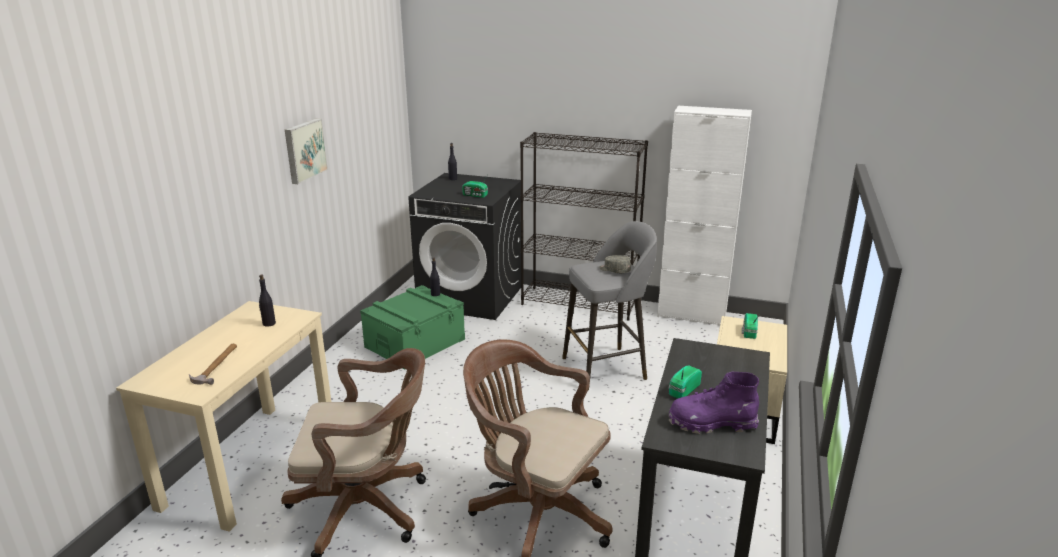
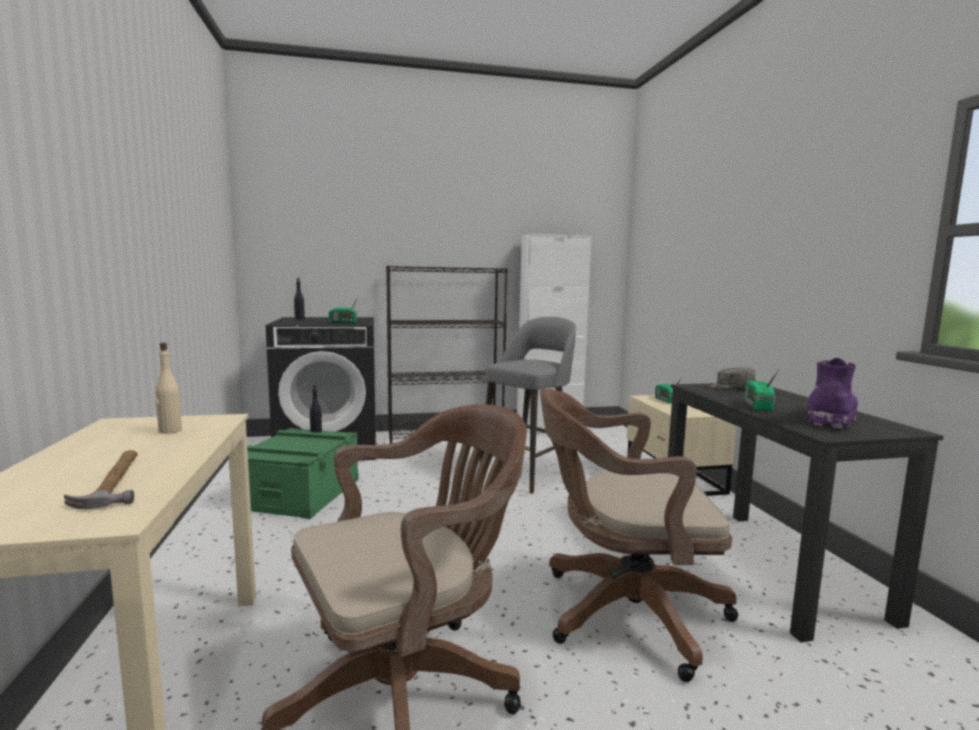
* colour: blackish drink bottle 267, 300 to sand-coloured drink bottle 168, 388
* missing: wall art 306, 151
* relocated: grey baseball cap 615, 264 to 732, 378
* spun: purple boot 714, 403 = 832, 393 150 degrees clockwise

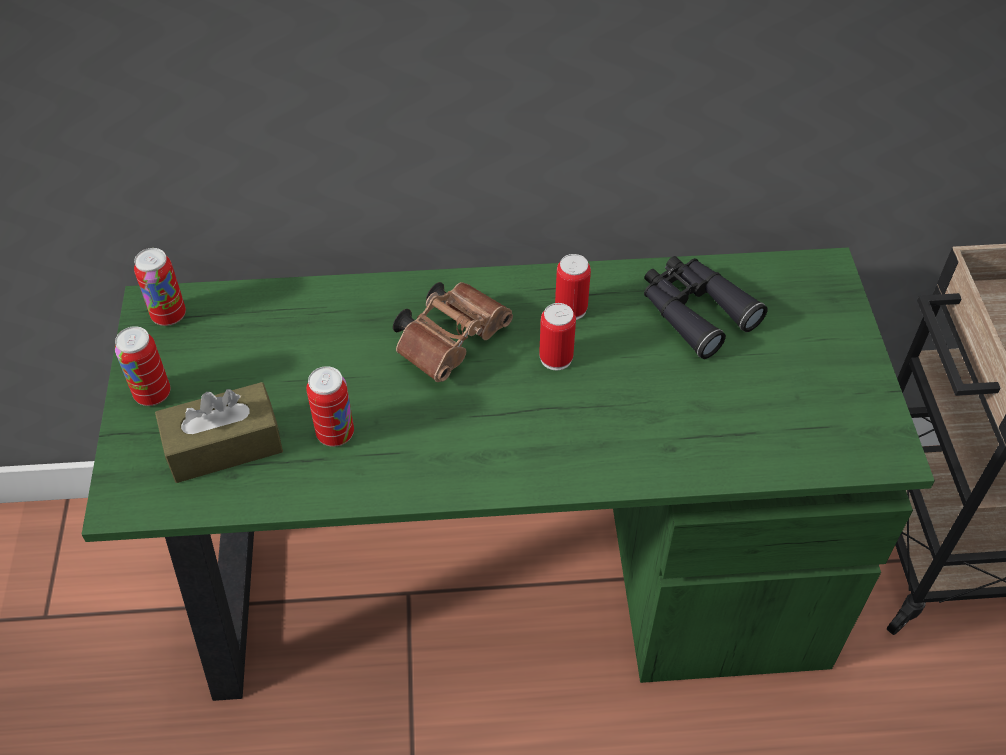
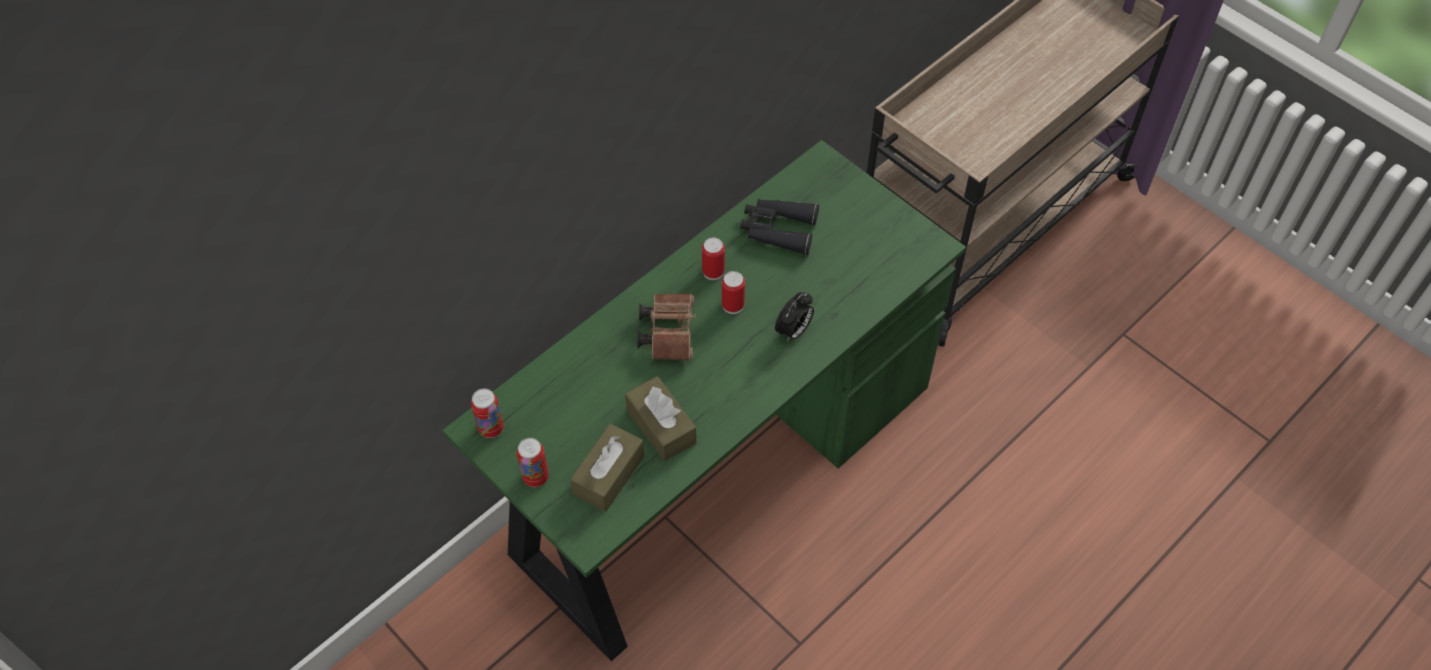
* exchanged: can 330, 406 to brown tissue holder 661, 418
* appeared: bedside clock 794, 317

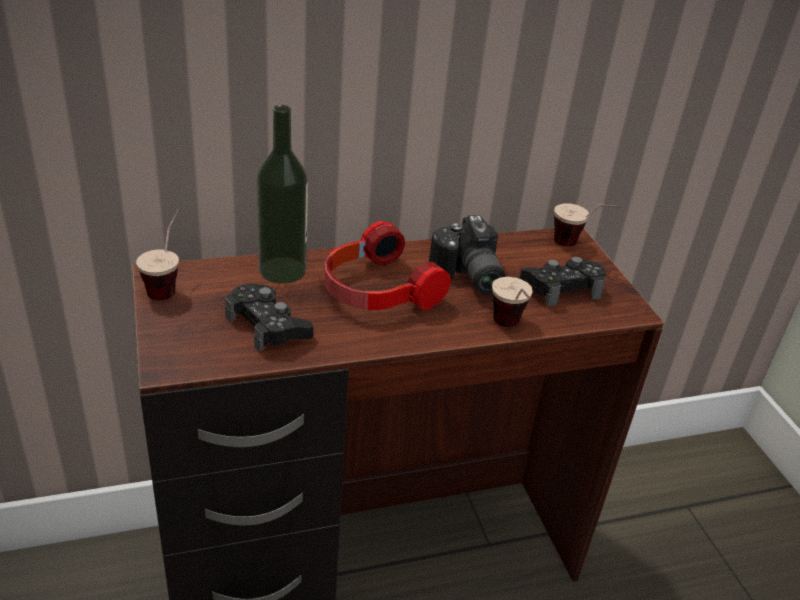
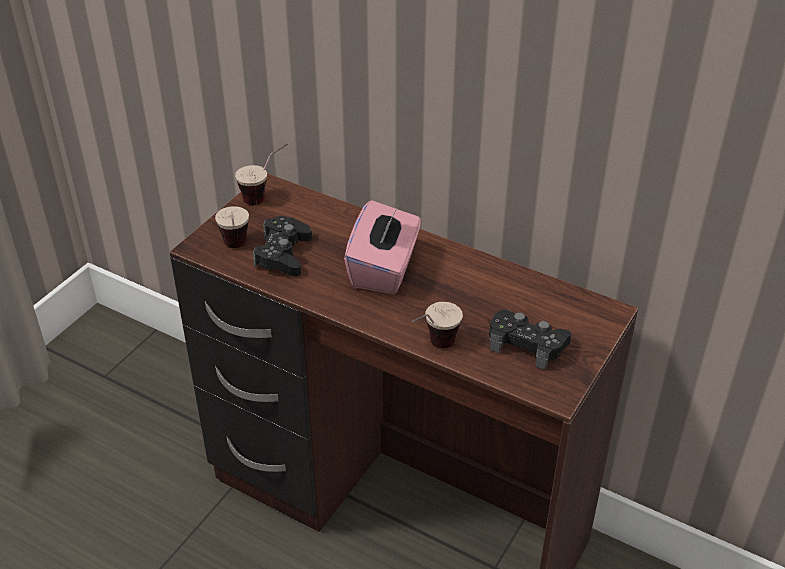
* missing: drink bottle 282, 194
* exchanged: headphones 387, 265 to pinkish tissue holder 382, 247
* missing: photo camera 467, 255
* relocated: small cup 588, 225 to 232, 227

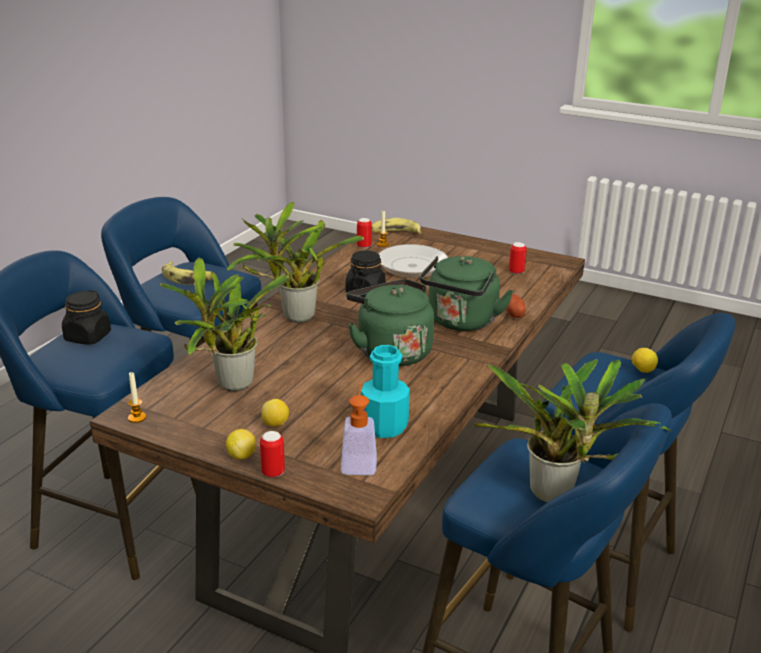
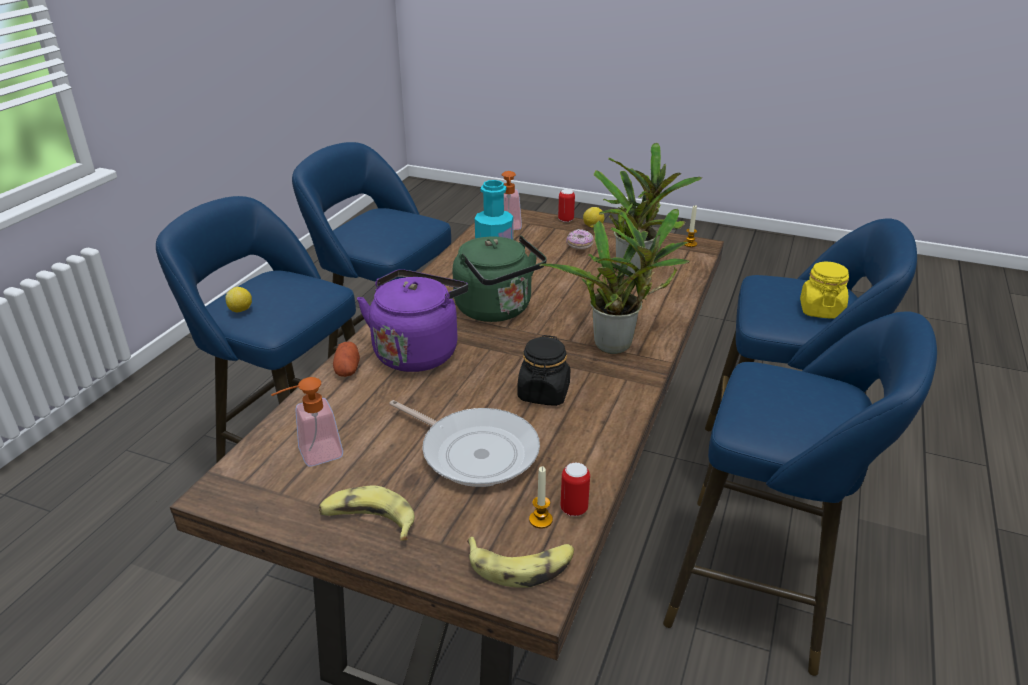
* colour: blackish storage jar 86, 317 to yellow-coloured storage jar 824, 290
* relocated: banana fruit 187, 273 to 367, 513
* exchanged: citrus fruit 275, 413 to doughnut 580, 239
* colour: greenish kettle 466, 293 to purple kettle 412, 320
* missing: potted plant 572, 431
* exchanged: can 518, 258 to liquid soap bottle 307, 422

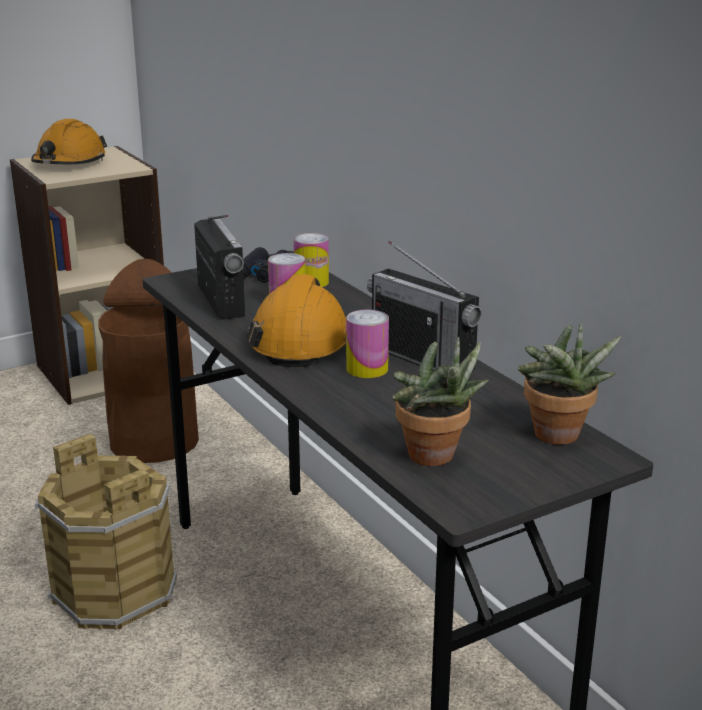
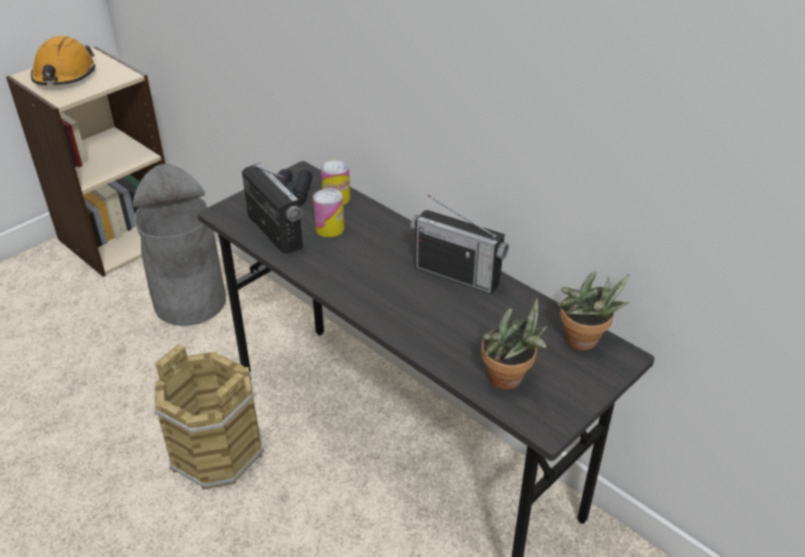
* colour: brown trash can 148, 361 to grey trash can 179, 245
* missing: orangey safety helmet 297, 320
* missing: can 367, 344

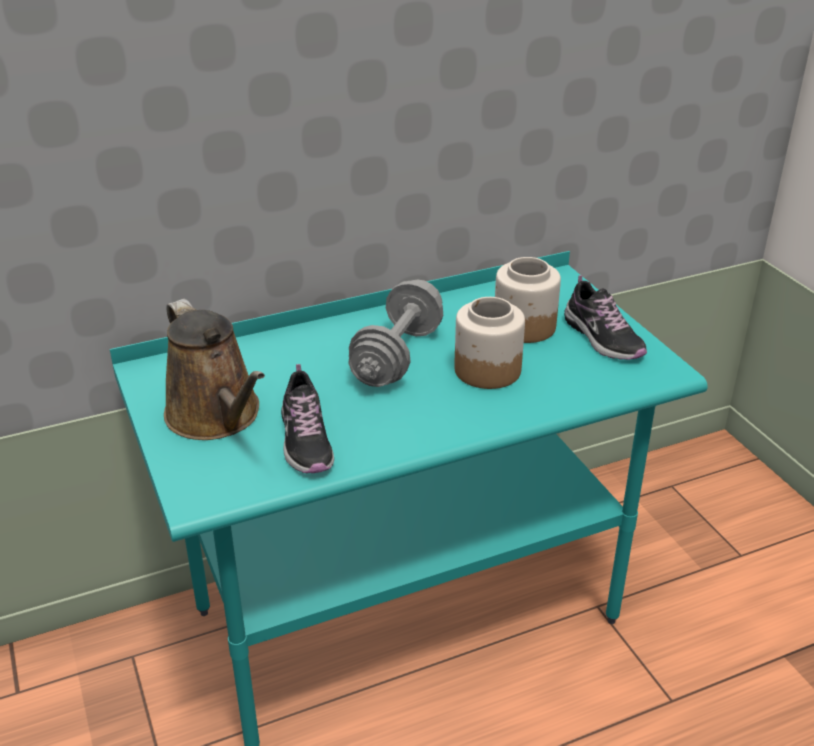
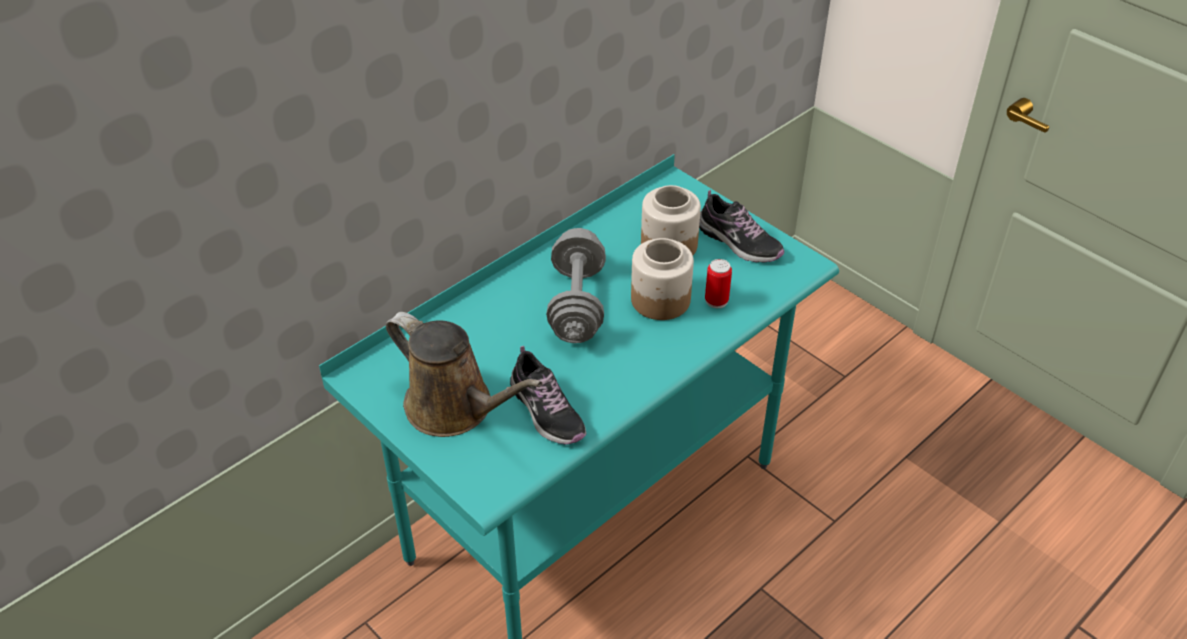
* appeared: can 718, 283

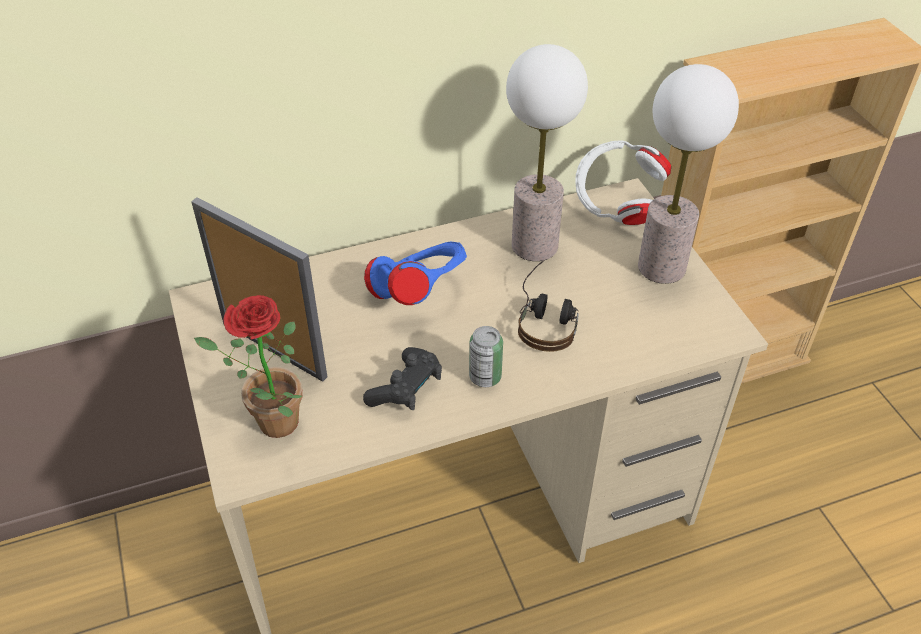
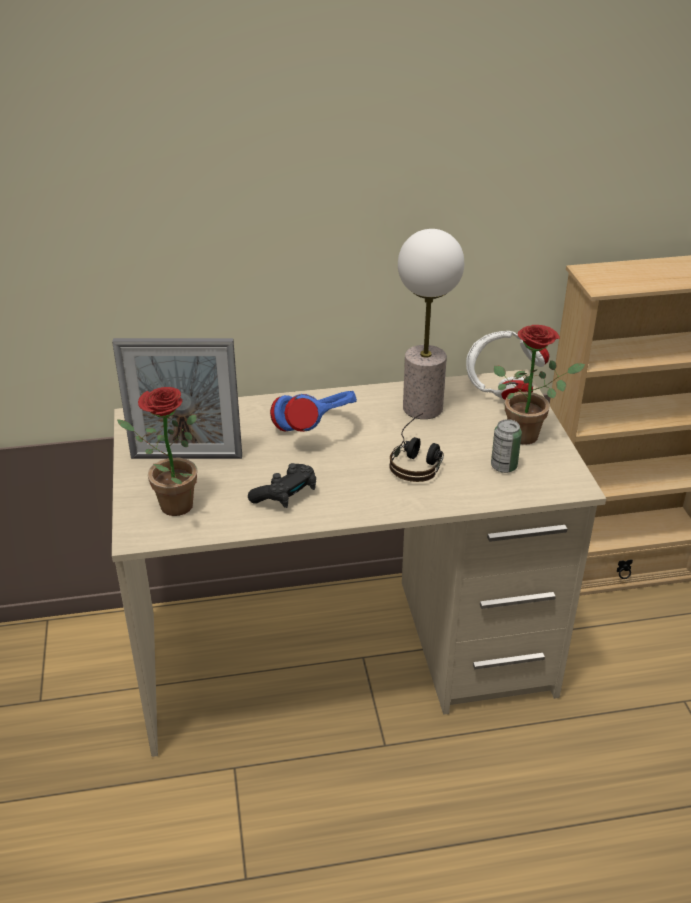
* spun: picture frame 259, 289 = 177, 398 135 degrees clockwise
* relocated: can 486, 356 to 506, 446
* exchanged: lamp for a table 688, 174 to potted plant 539, 385

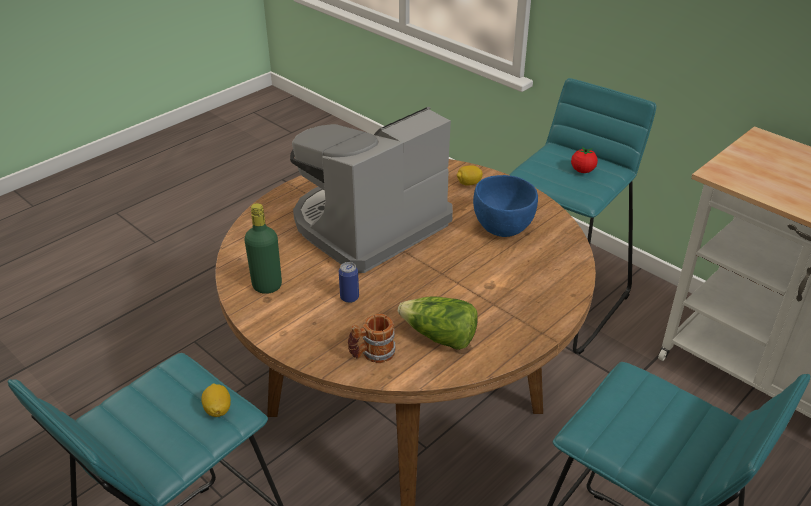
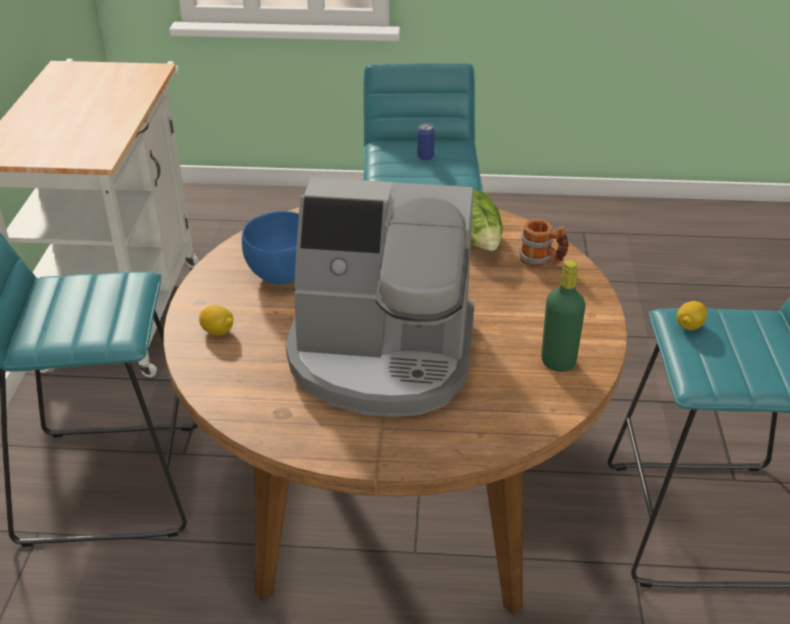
* relocated: can 349, 282 to 425, 142
* missing: fresh tomato 584, 159

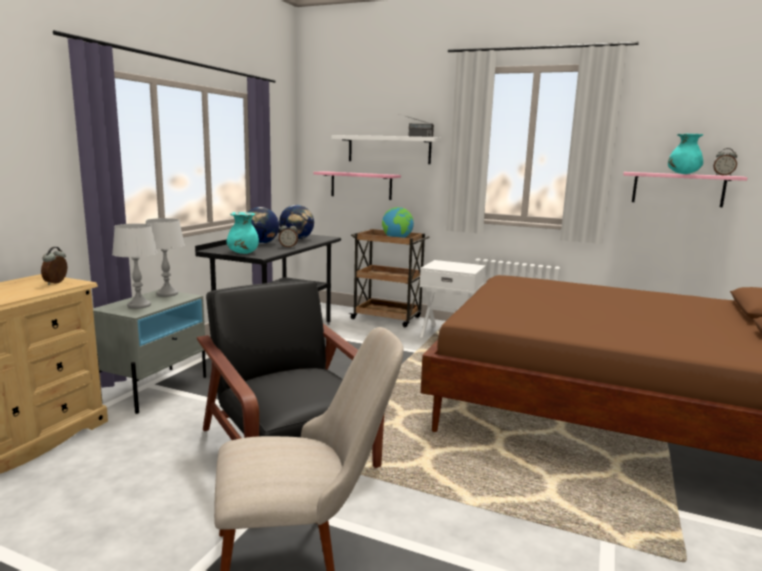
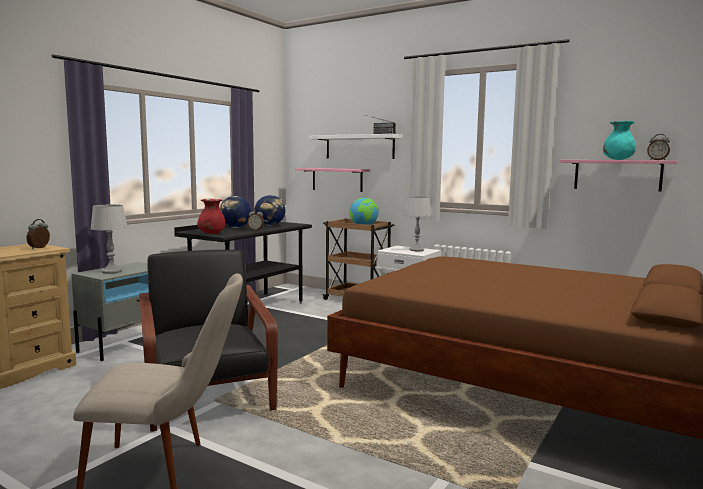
* relocated: grey lamp for a table 165, 257 to 418, 223
* colour: turquoise decorative vase 242, 233 to reddish decorative vase 211, 216

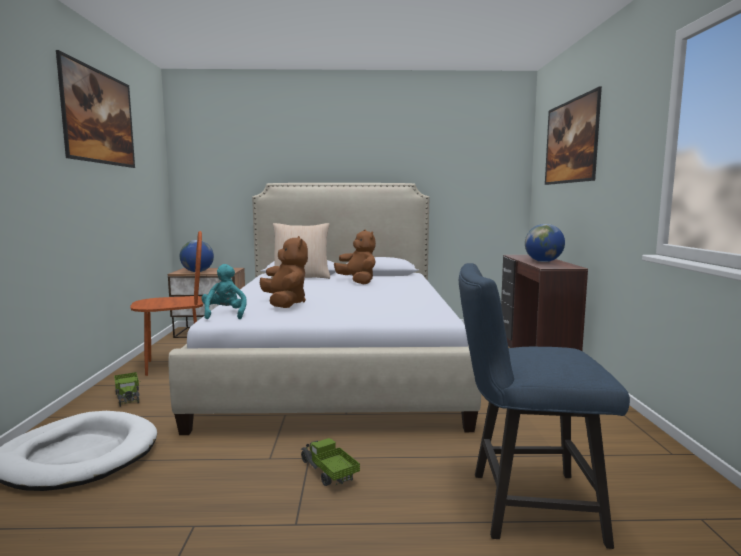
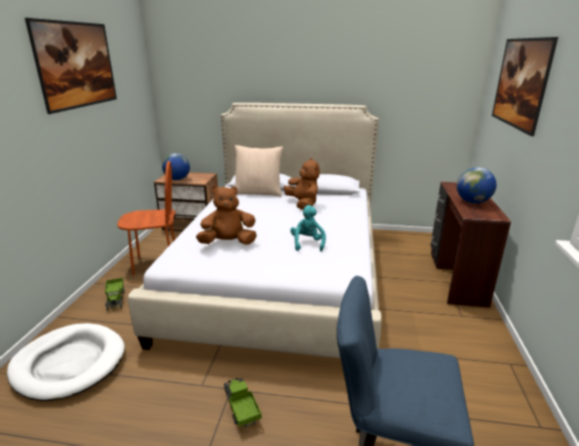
* relocated: turquoise soft toy 224, 291 to 308, 228
* spun: brown soft toy 284, 272 = 226, 215 90 degrees counterclockwise

